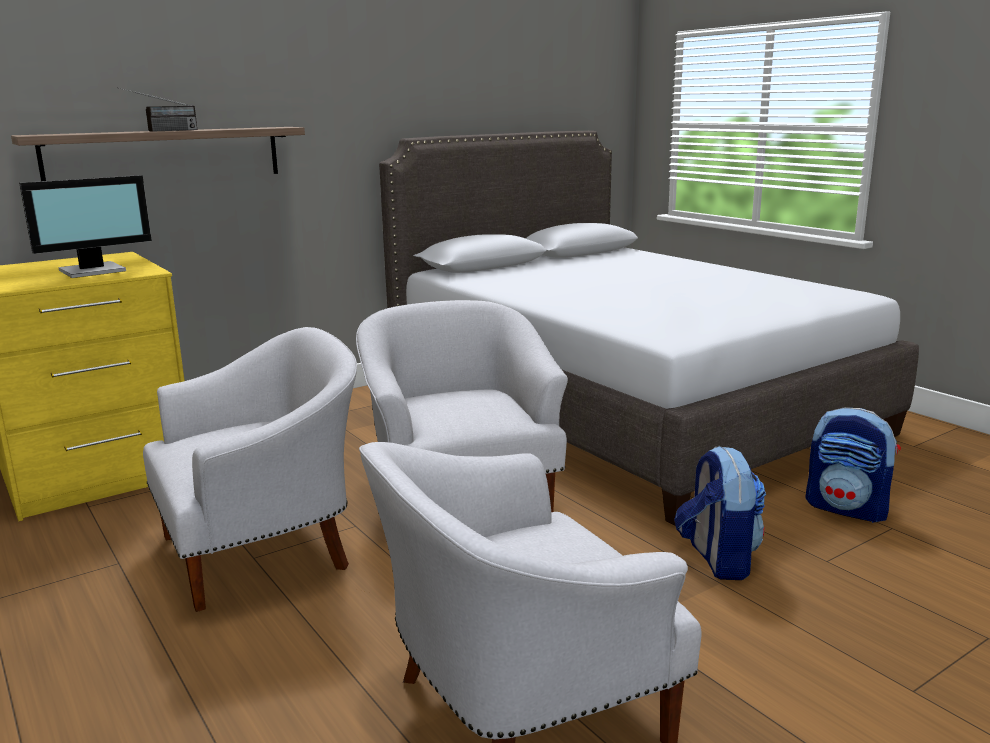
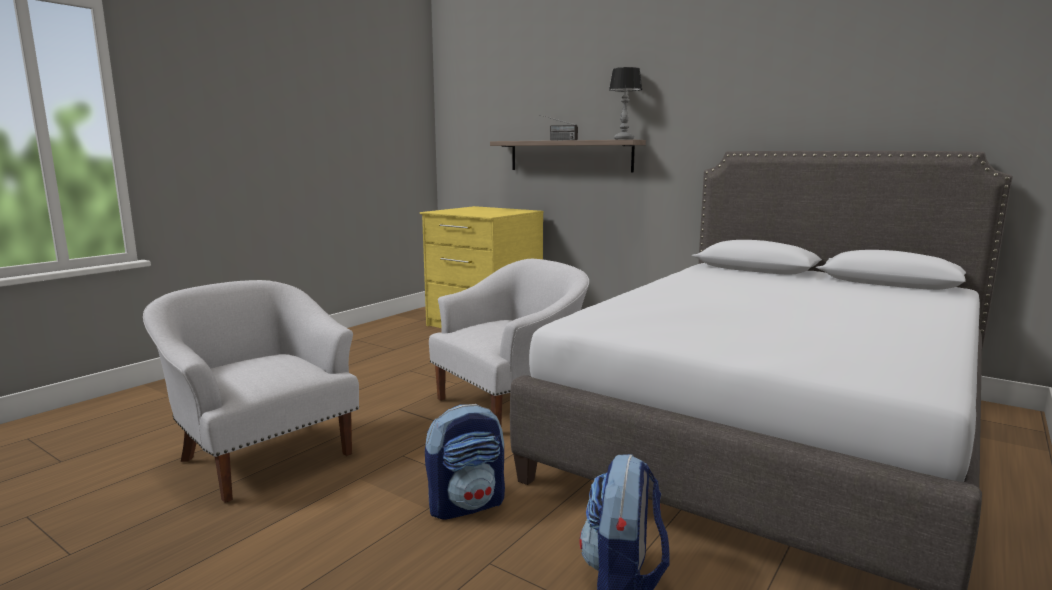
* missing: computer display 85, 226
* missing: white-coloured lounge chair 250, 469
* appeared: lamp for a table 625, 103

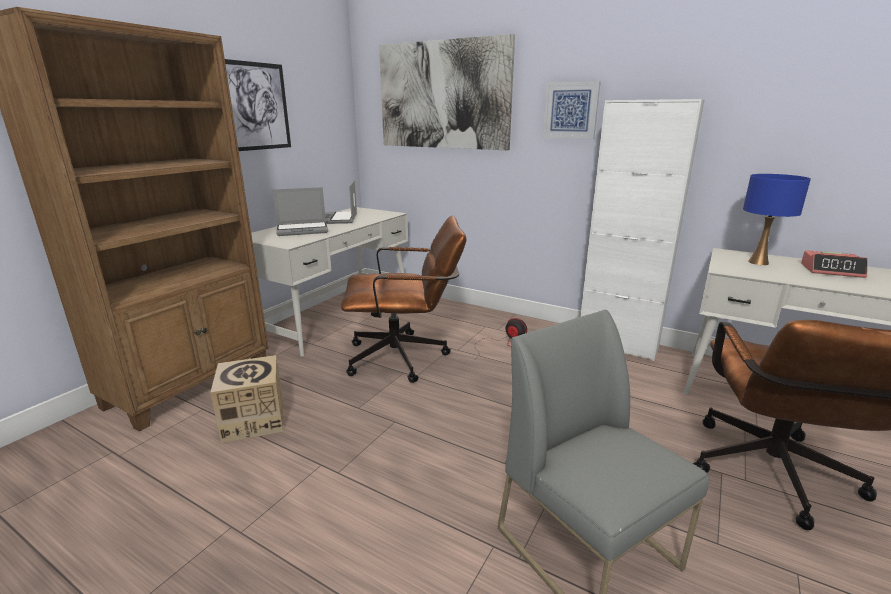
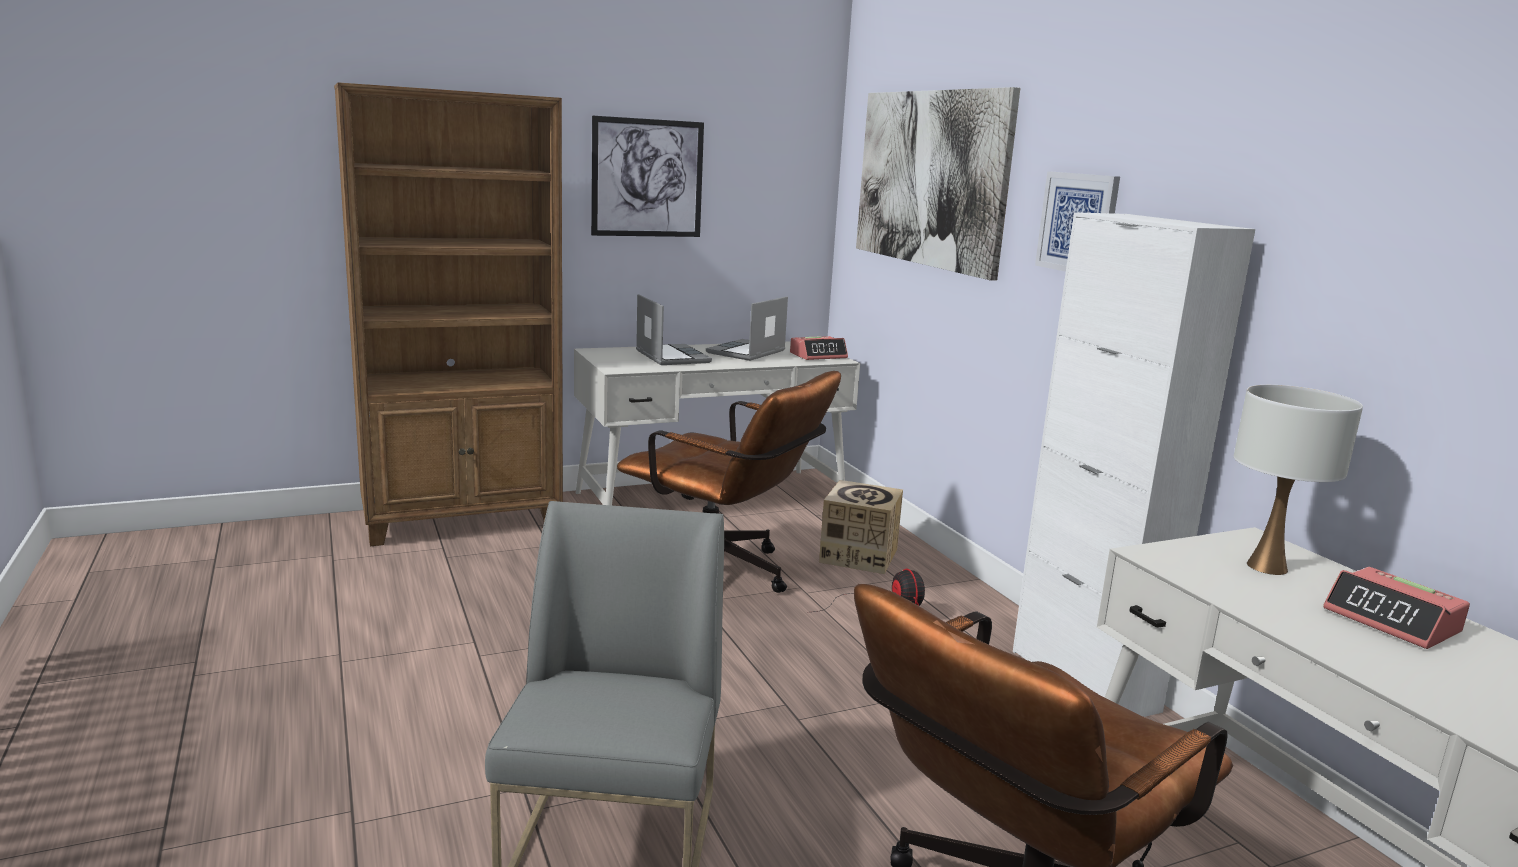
* relocated: packing box 246, 399 to 861, 527
* spun: laptop 300, 211 = 674, 329 135 degrees counterclockwise
* colour: blue-coloured lamp for a table 777, 219 to white-coloured lamp for a table 1298, 480
* appeared: bedside clock 819, 348

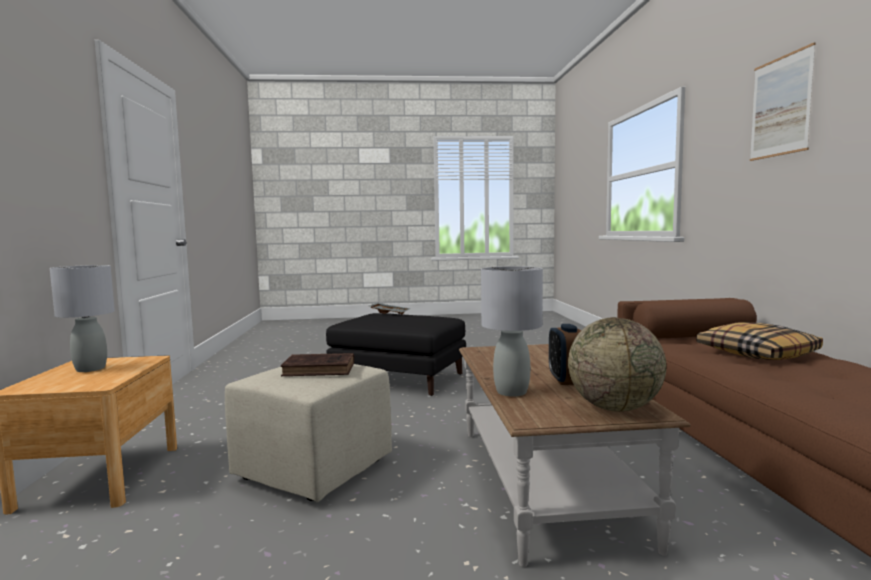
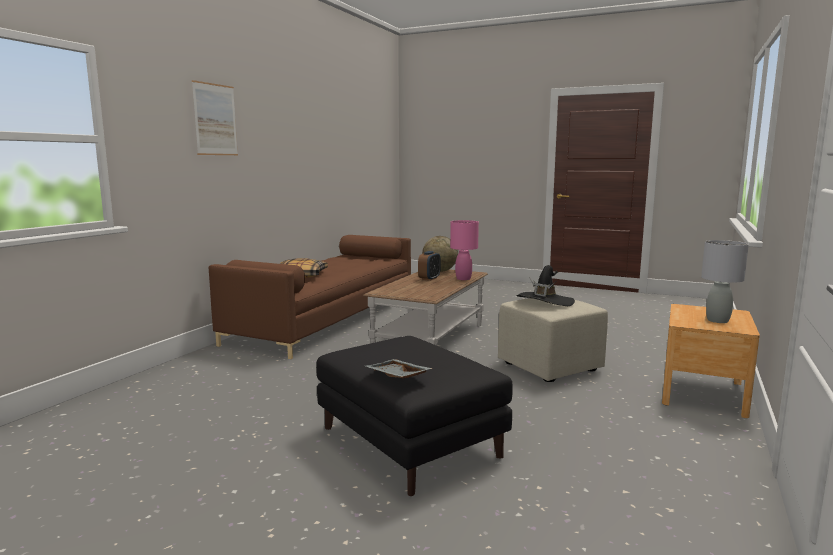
* exchanged: brown book 317, 364 to blackish clothing hat 546, 285
* colour: grey lamp for a table 512, 331 to pinkish lamp for a table 464, 250

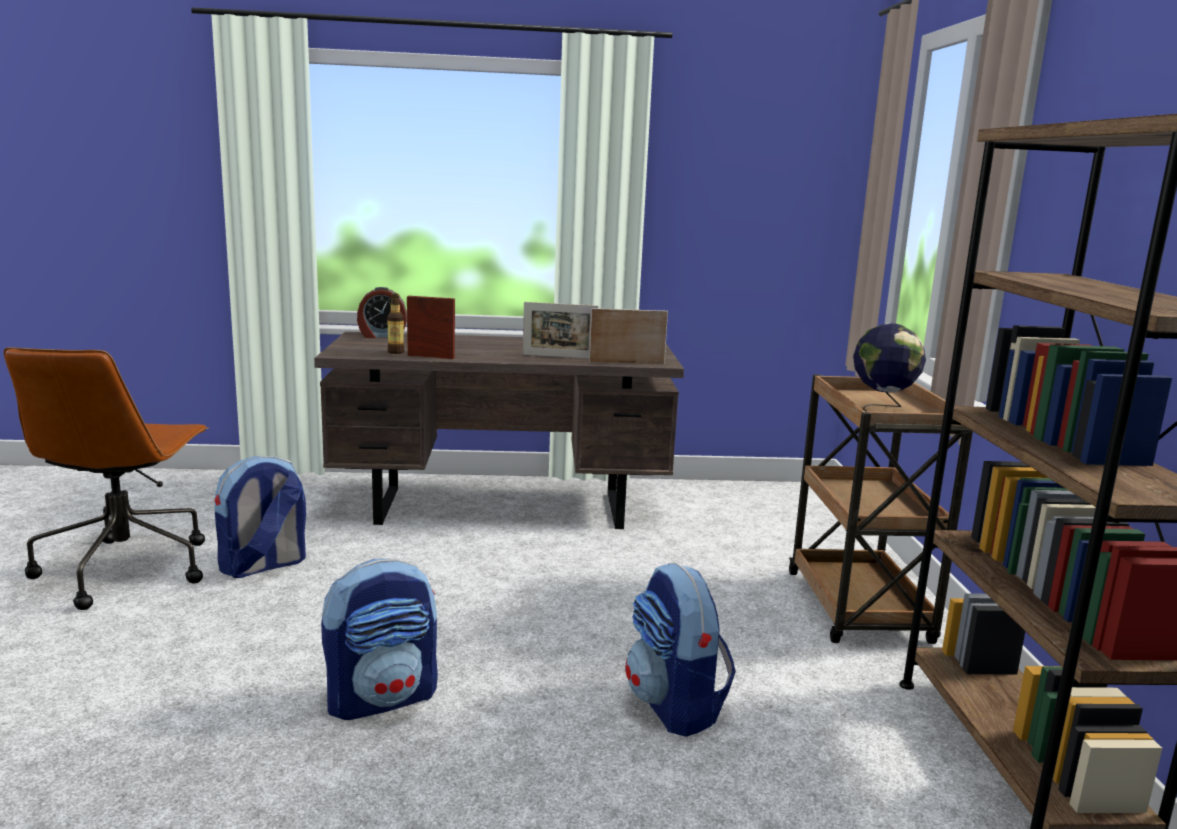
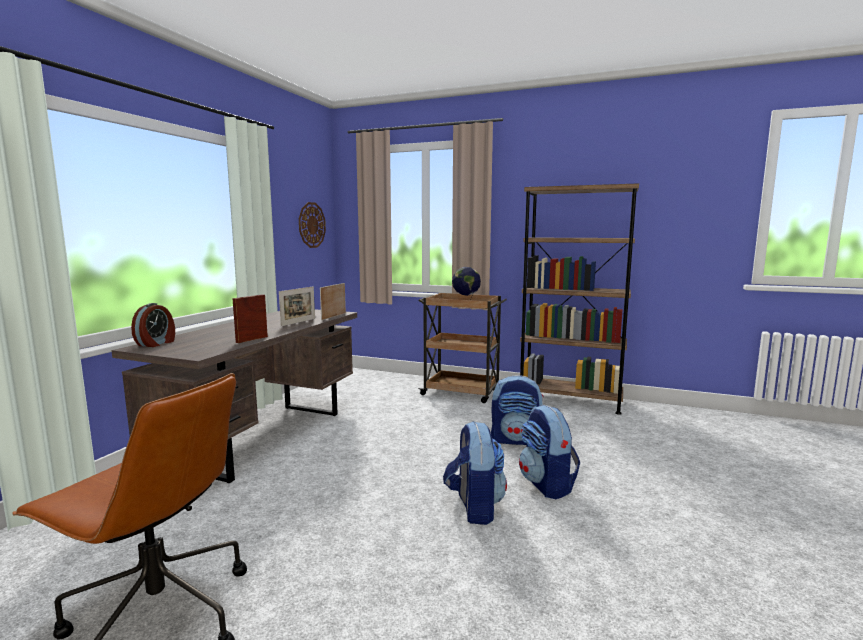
* relocated: rucksack 260, 517 to 549, 452
* missing: drink bottle 395, 323
* appeared: hanging clock 312, 225

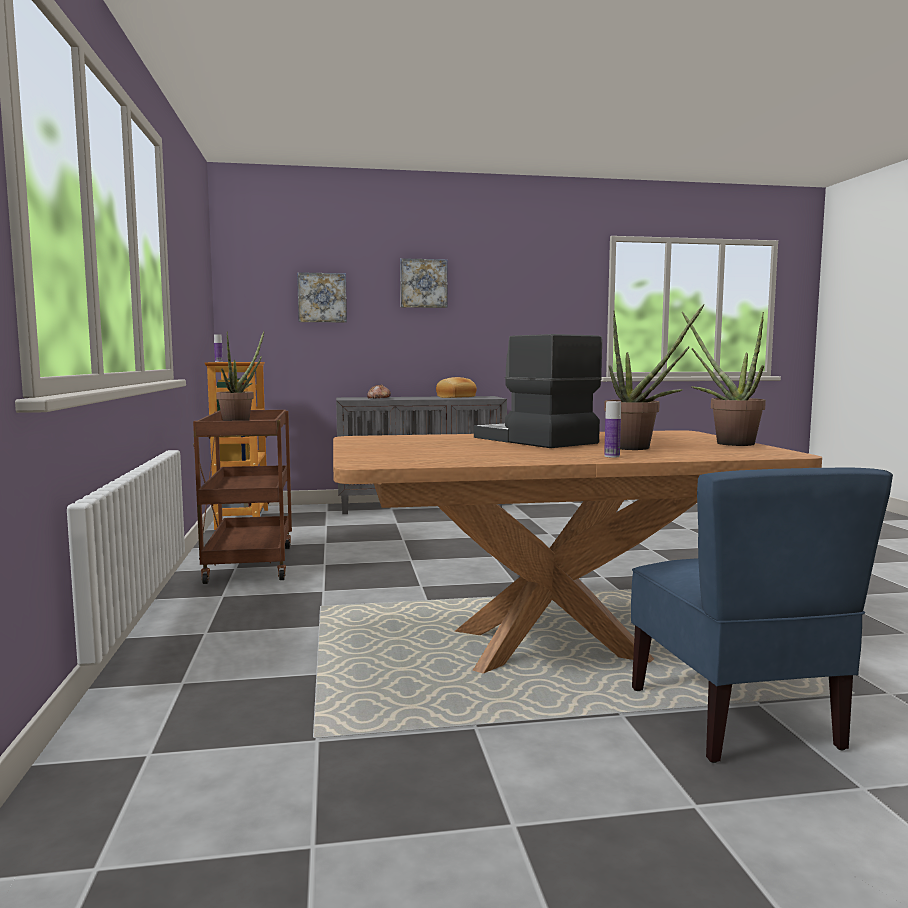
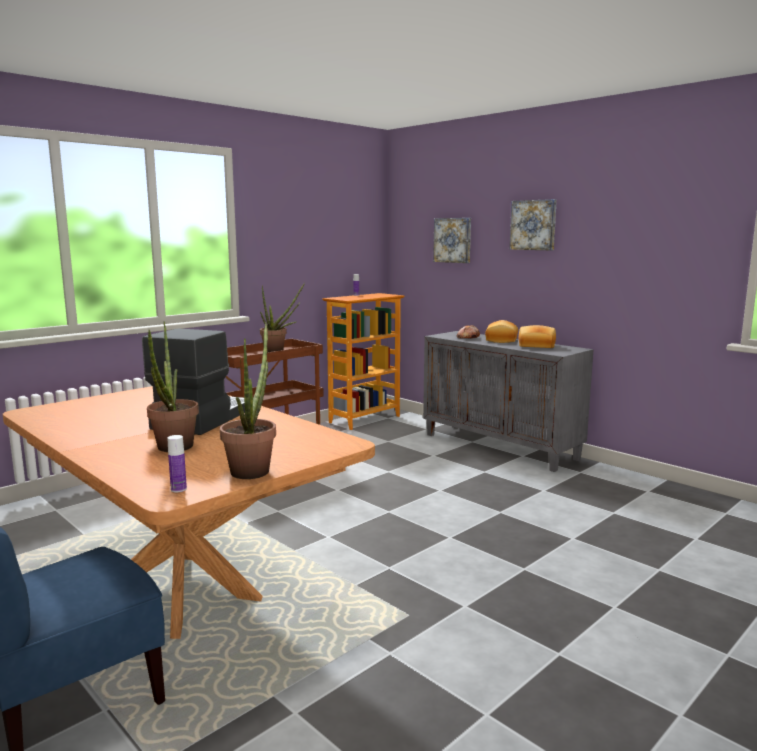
* relocated: drink bottle 612, 429 to 177, 463
* appeared: bread 501, 331

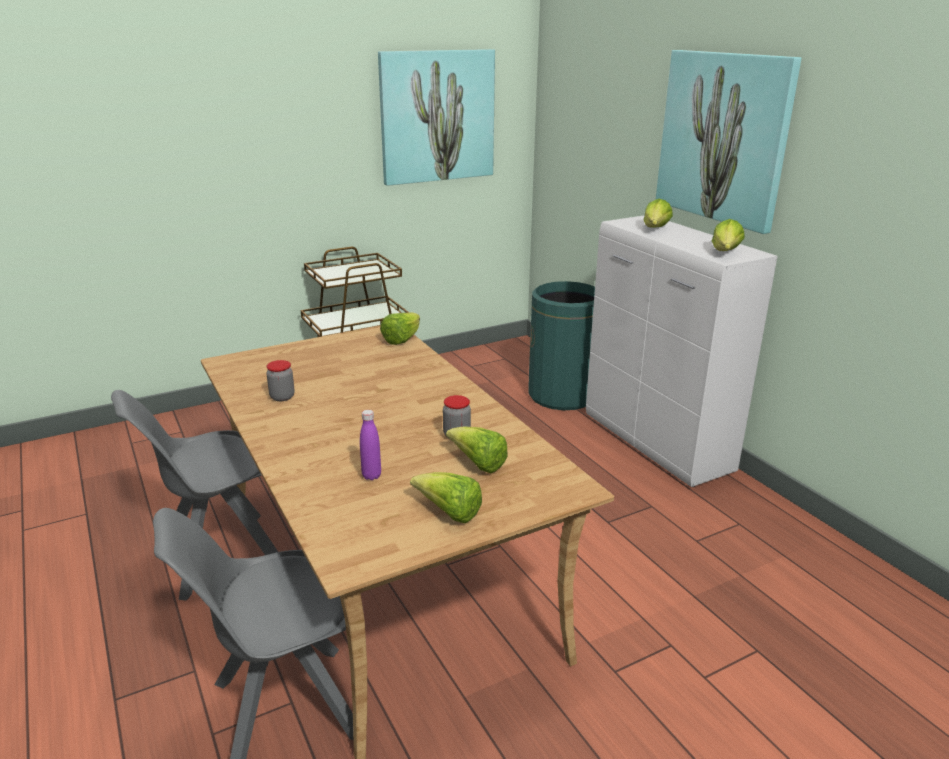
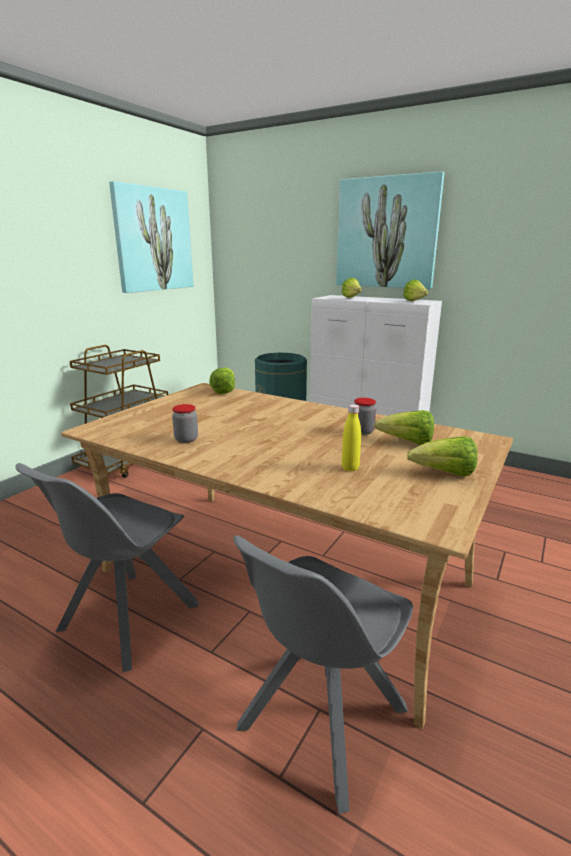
* colour: purple drink bottle 370, 445 to yellow-coloured drink bottle 351, 438

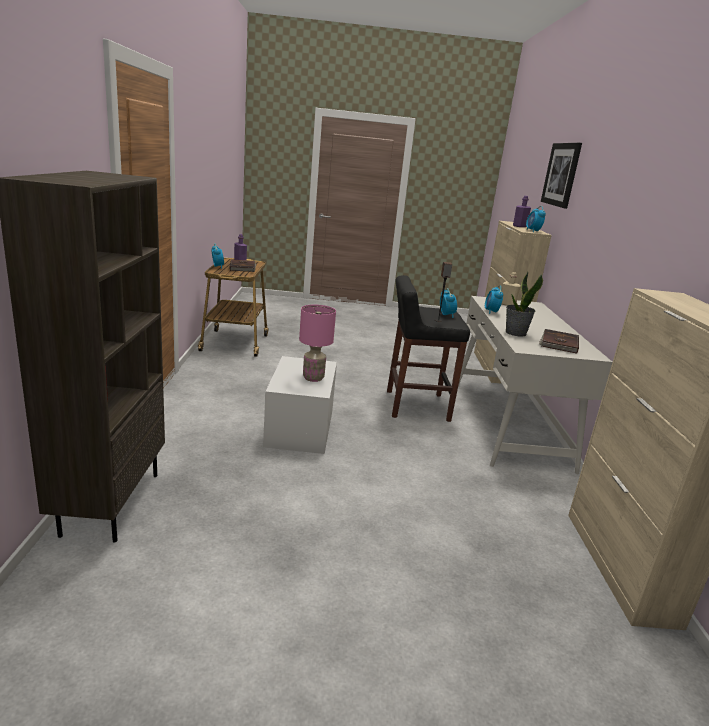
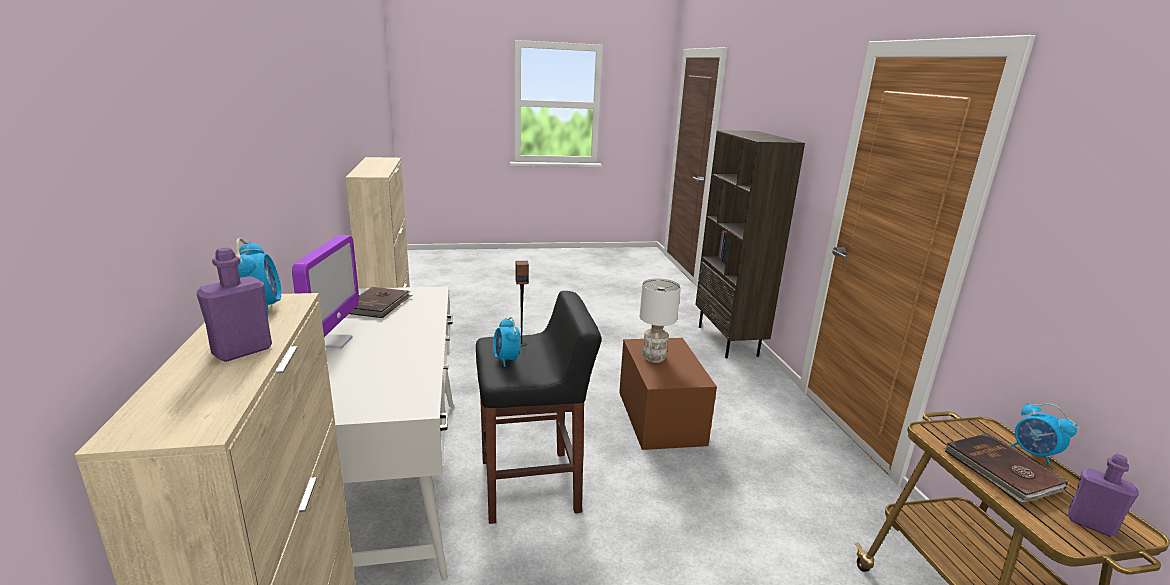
* colour: white-coloured storage container 300, 405 to brown storage container 668, 394
* colour: pinkish lamp for a table 317, 343 to white-coloured lamp for a table 660, 320
* missing: bedside clock 494, 299
* missing: sand-coloured drink bottle 511, 289
* missing: potted plant 524, 304
* missing: wall art 561, 176
* appeared: computer display 325, 292

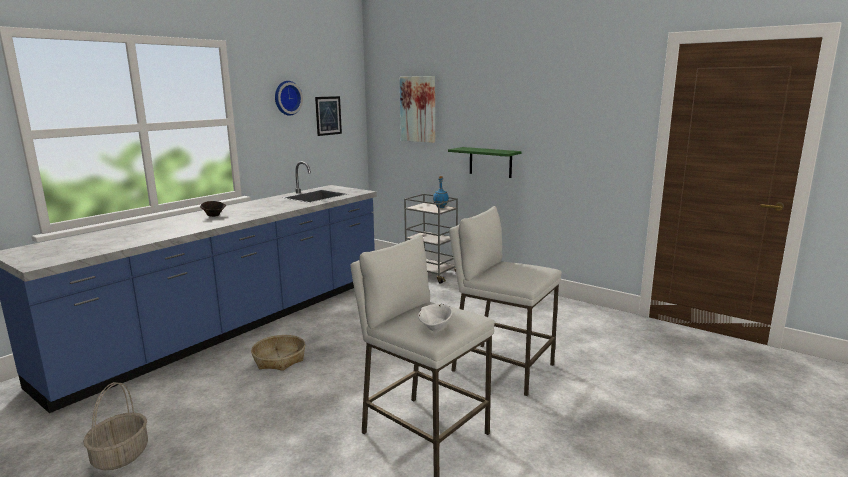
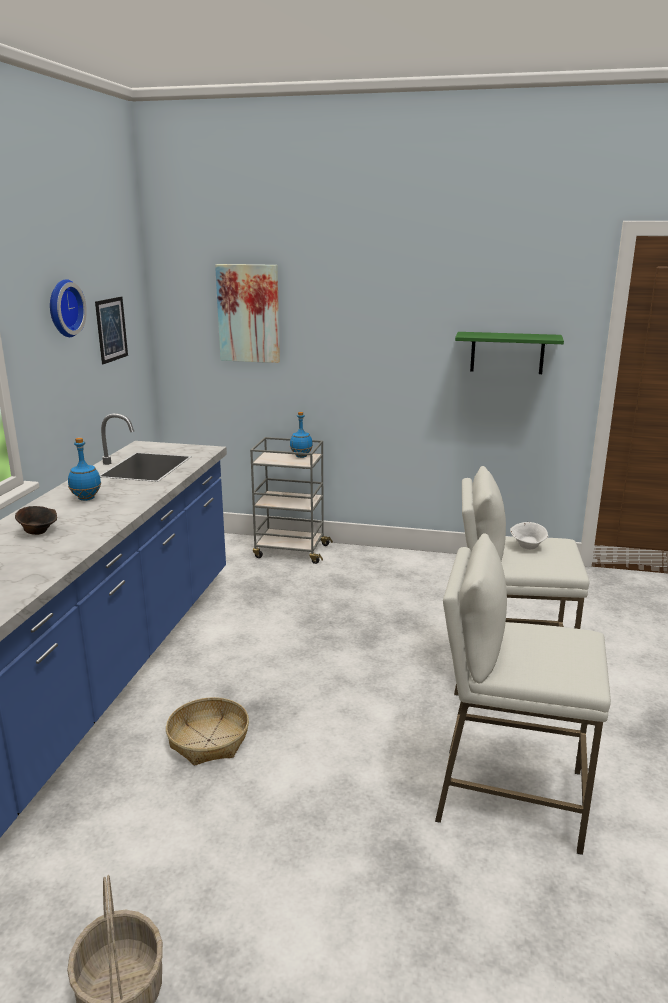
* relocated: white-coloured bowl 435, 318 to 529, 536
* relocated: greenish bracket shelf 485, 162 to 509, 353
* appeared: blue-coloured drink bottle 84, 469

